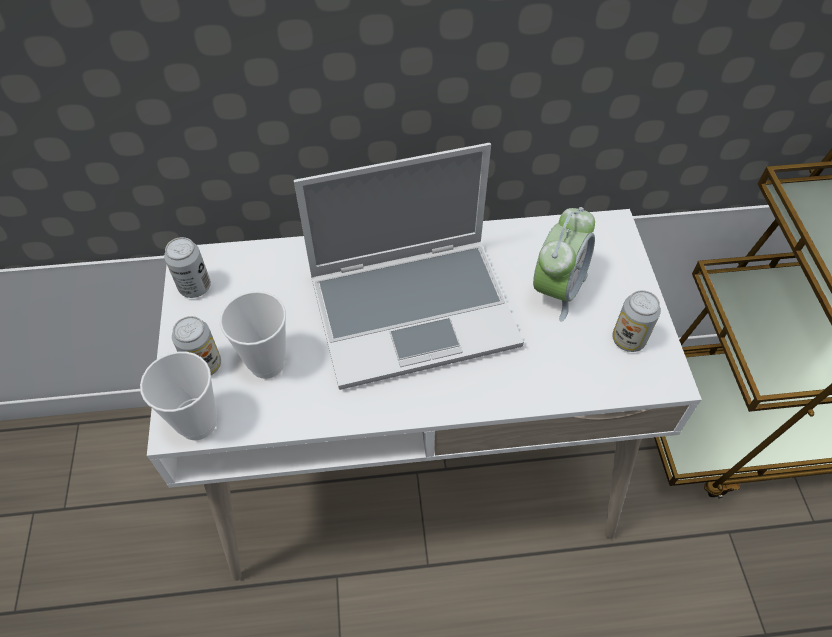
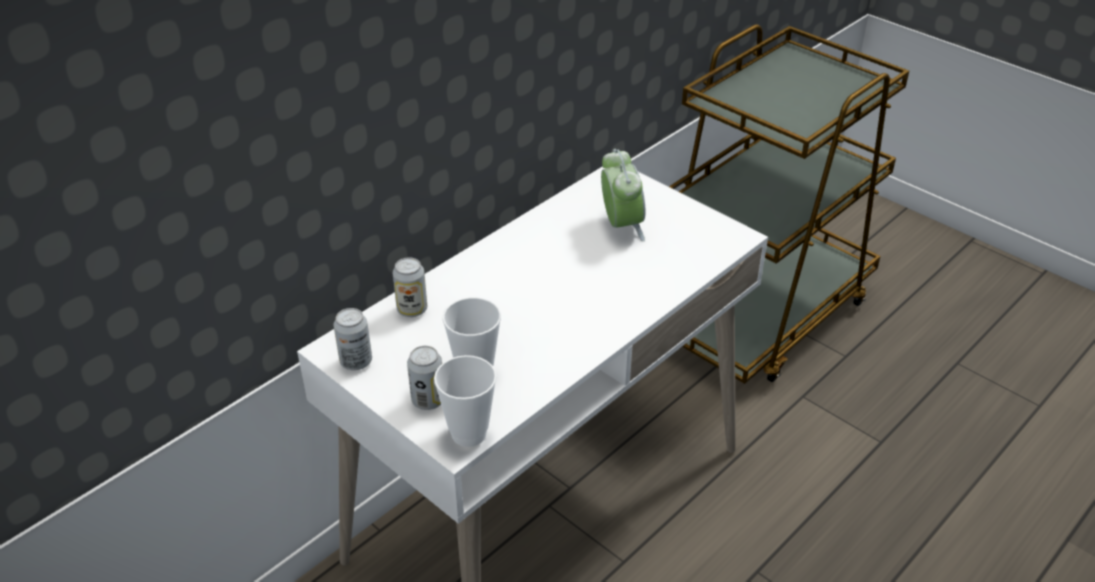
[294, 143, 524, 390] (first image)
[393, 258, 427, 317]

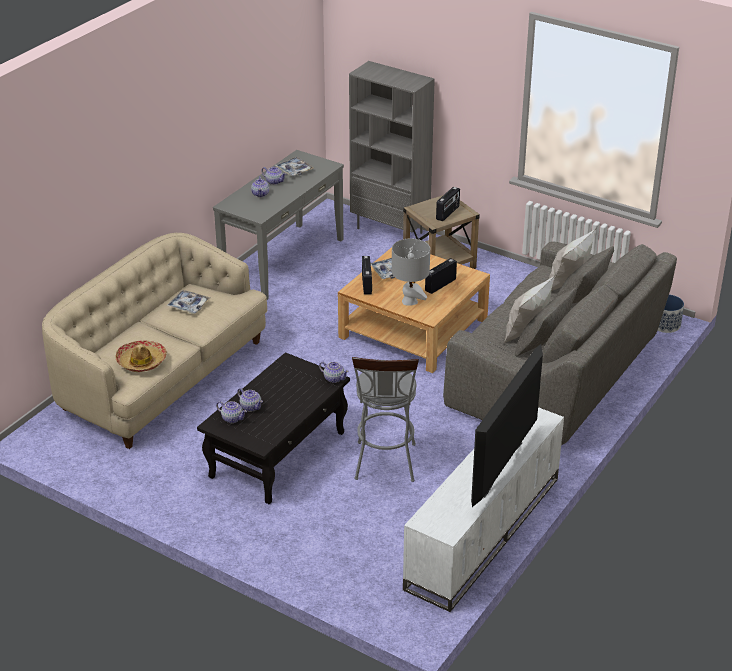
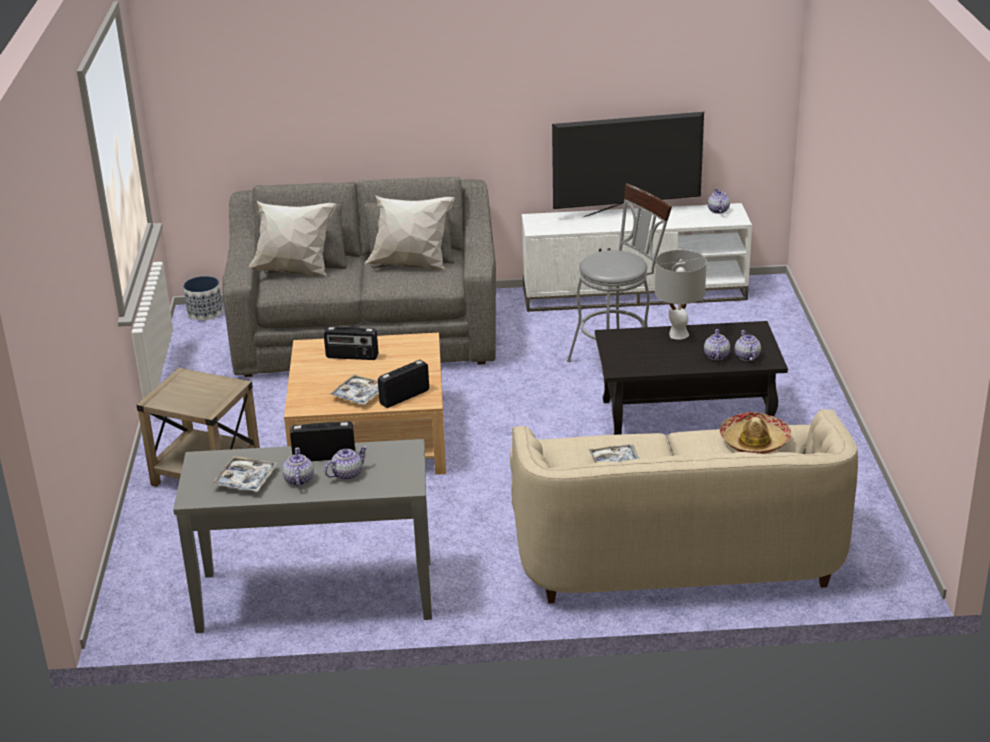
[349, 61, 435, 234] (first image)
[708, 188, 730, 214]
[655, 250, 707, 340]
[290, 421, 355, 461]

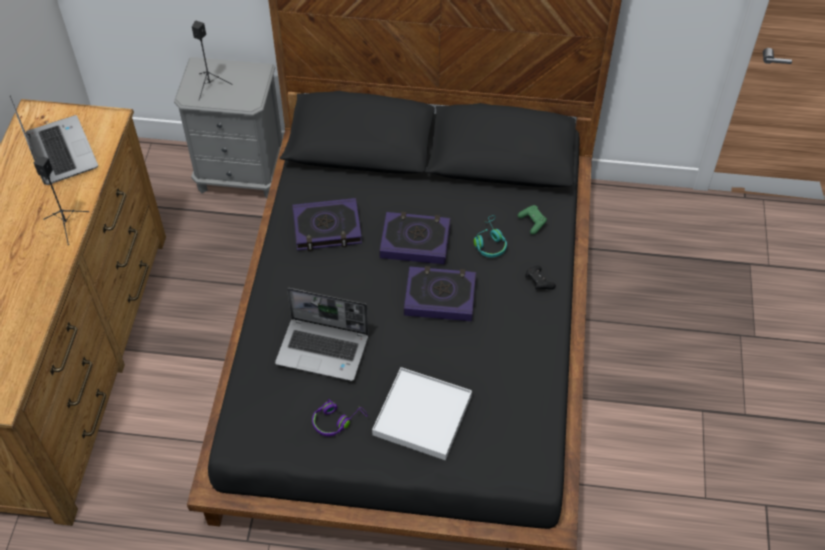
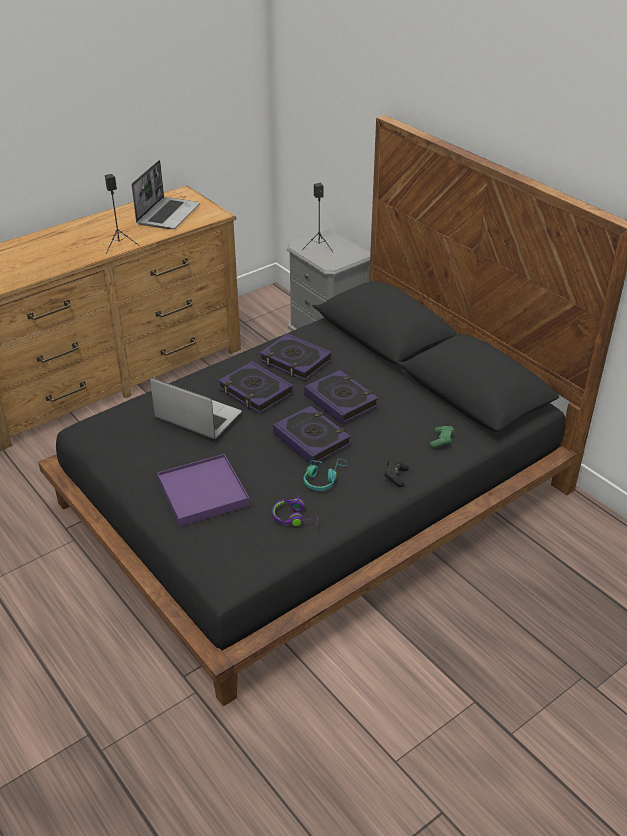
[218, 361, 293, 414]
[272, 494, 318, 527]
[303, 459, 347, 491]
[157, 454, 250, 527]
[150, 378, 242, 439]

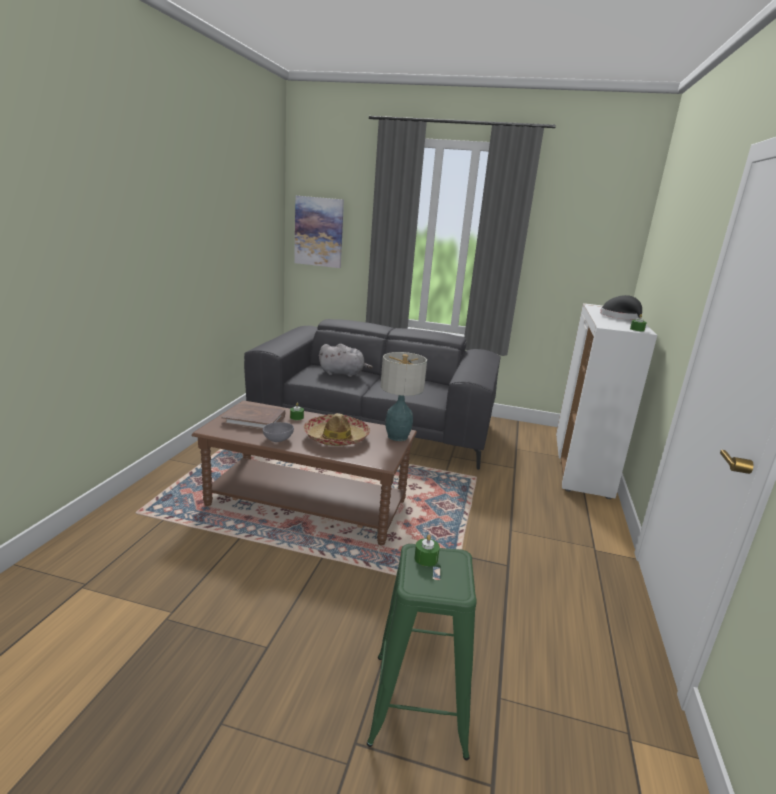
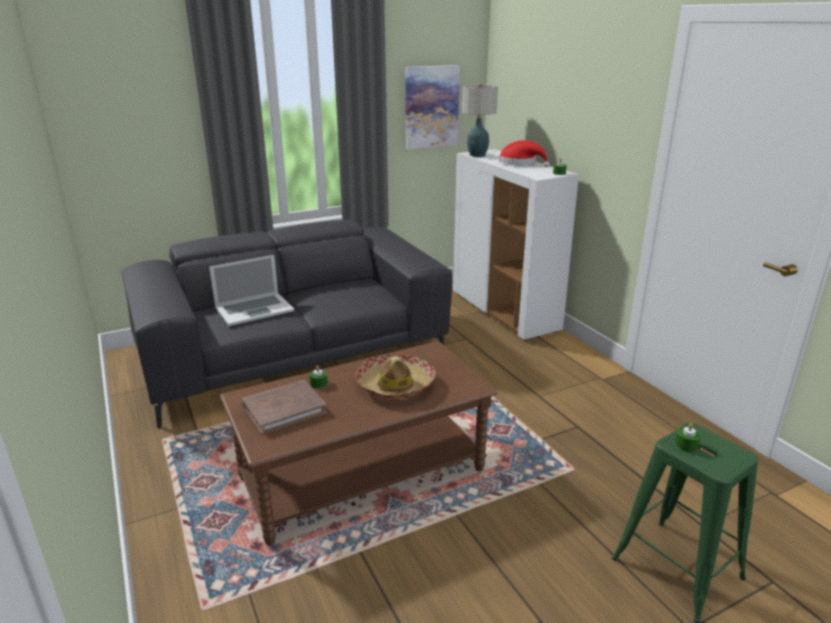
[263, 422, 294, 442] (first image)
[405, 65, 460, 149]
[462, 83, 498, 157]
[209, 255, 294, 326]
[499, 140, 550, 167]

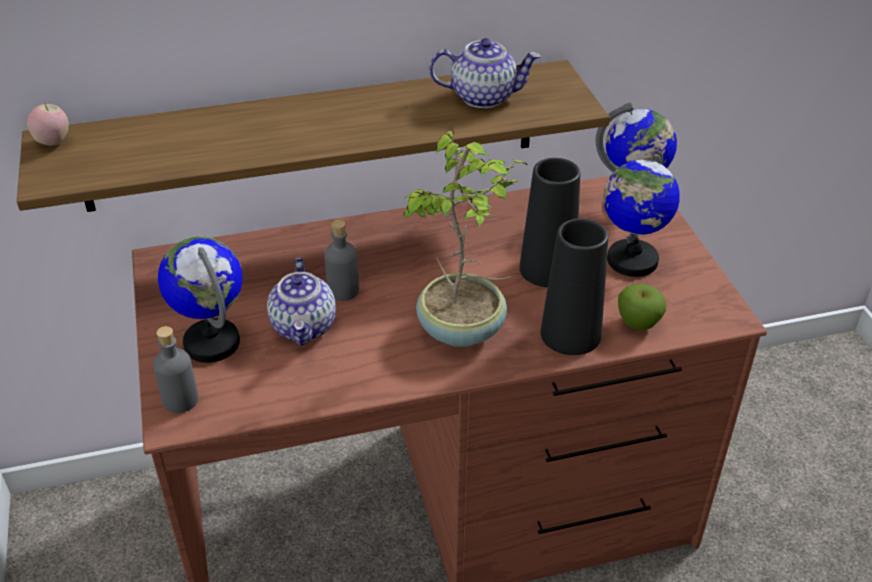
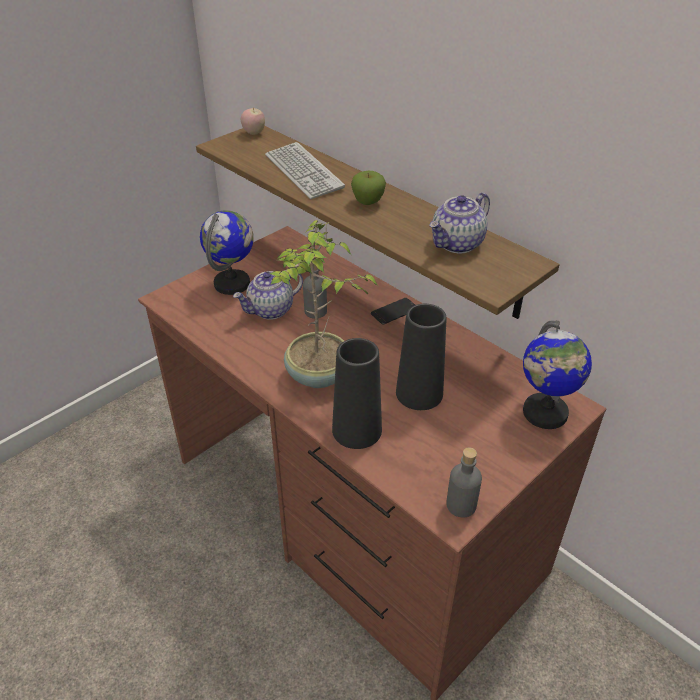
[603, 149, 680, 277] (first image)
[265, 142, 345, 199]
[371, 298, 415, 325]
[446, 447, 482, 518]
[351, 171, 386, 205]
[429, 193, 490, 253]

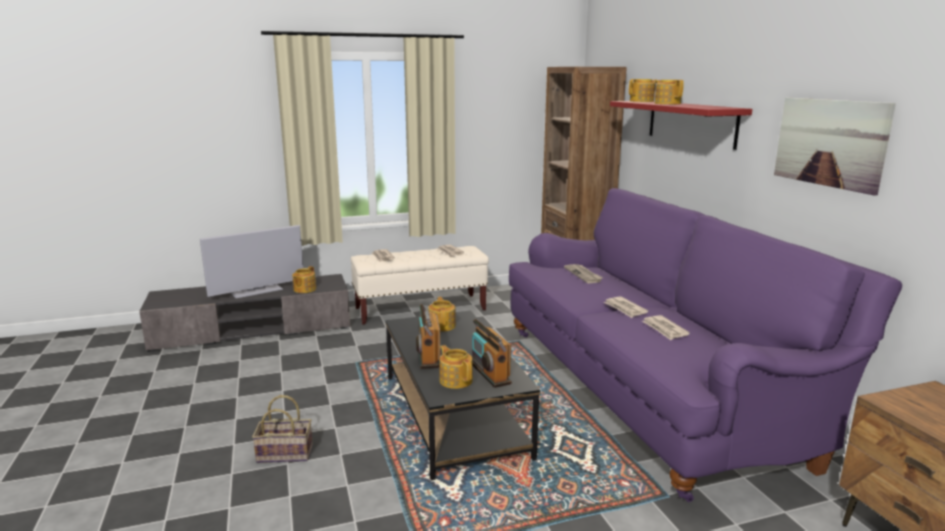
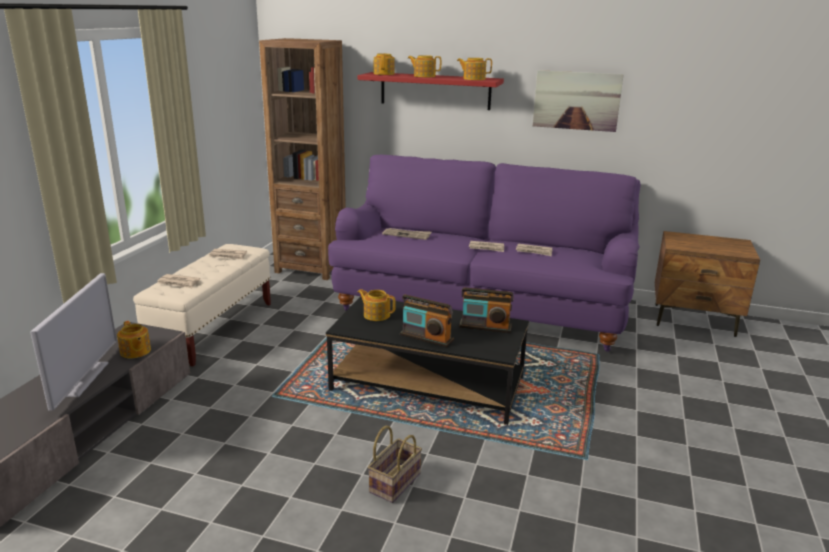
[457, 58, 492, 80]

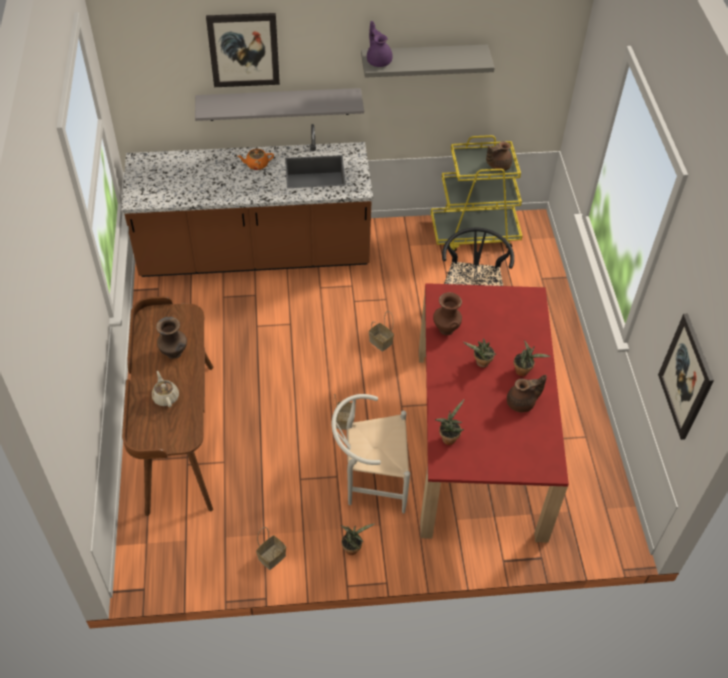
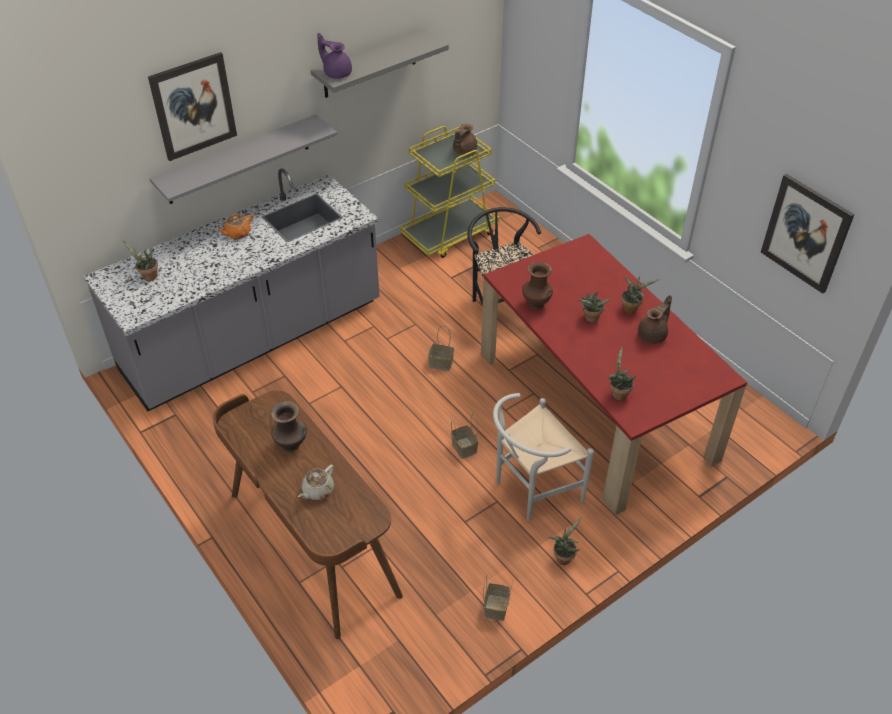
[122, 239, 158, 281]
[83, 169, 380, 411]
[298, 465, 334, 500]

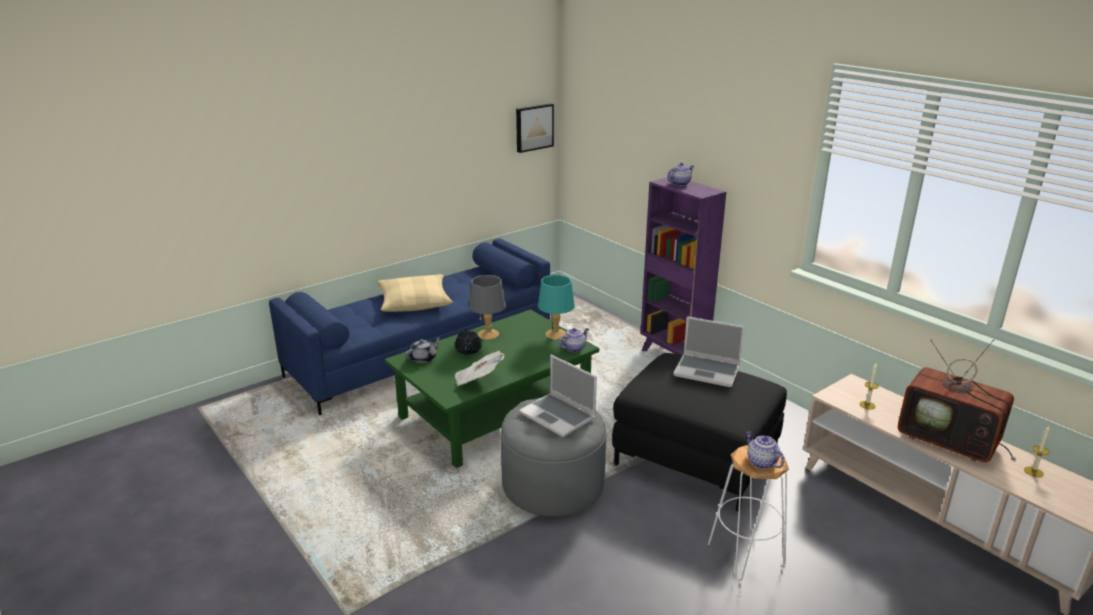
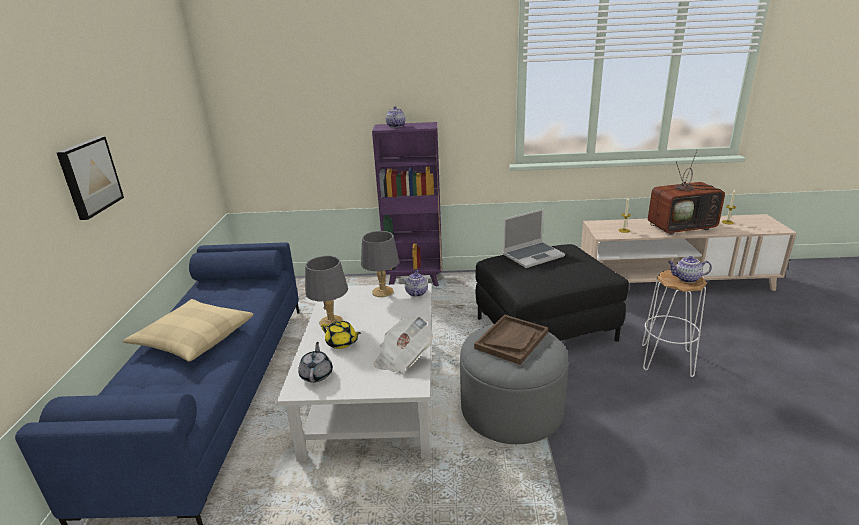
[56, 136, 124, 220]
[474, 315, 548, 365]
[277, 283, 431, 462]
[321, 321, 361, 349]
[361, 231, 399, 297]

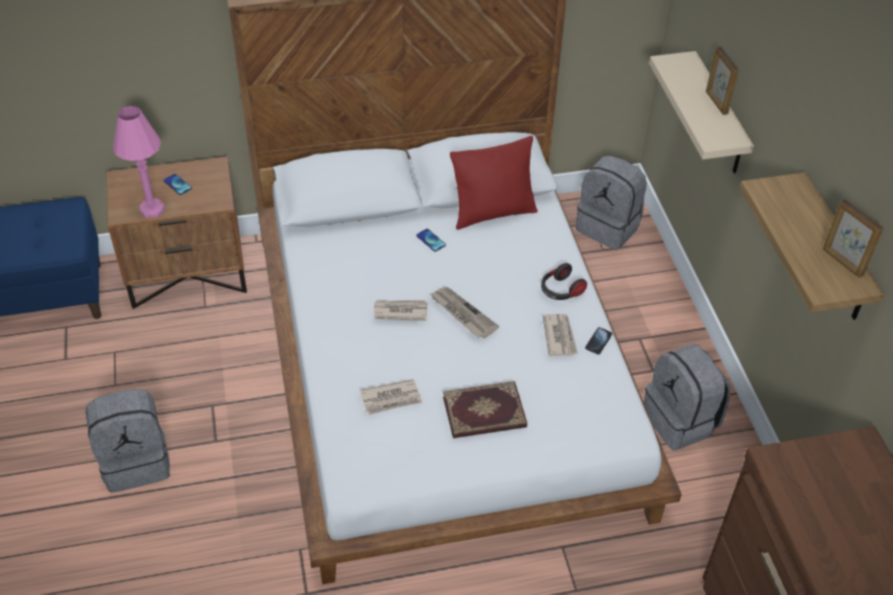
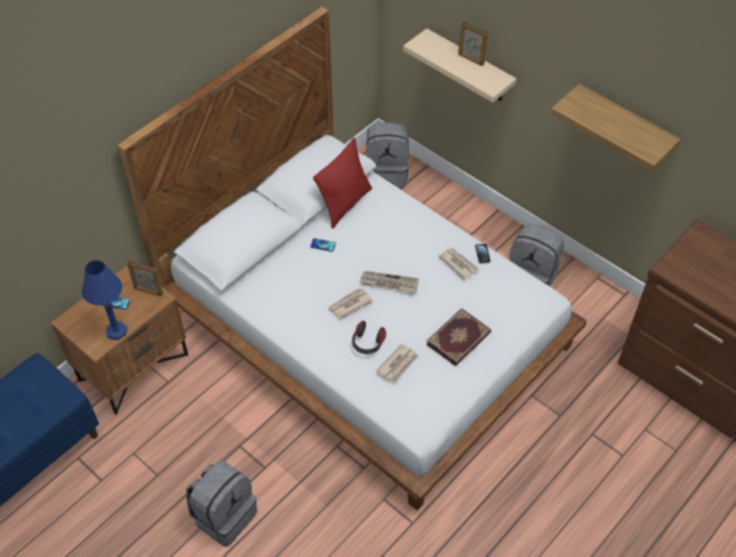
[352, 321, 386, 354]
[127, 260, 163, 297]
[82, 260, 127, 340]

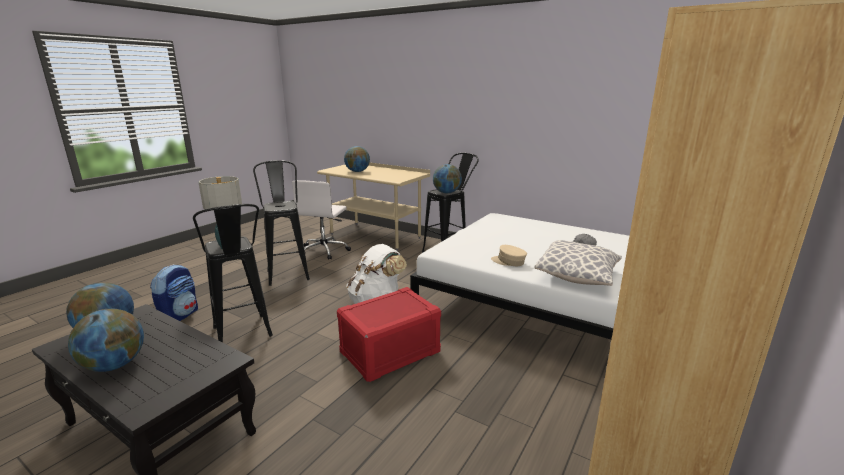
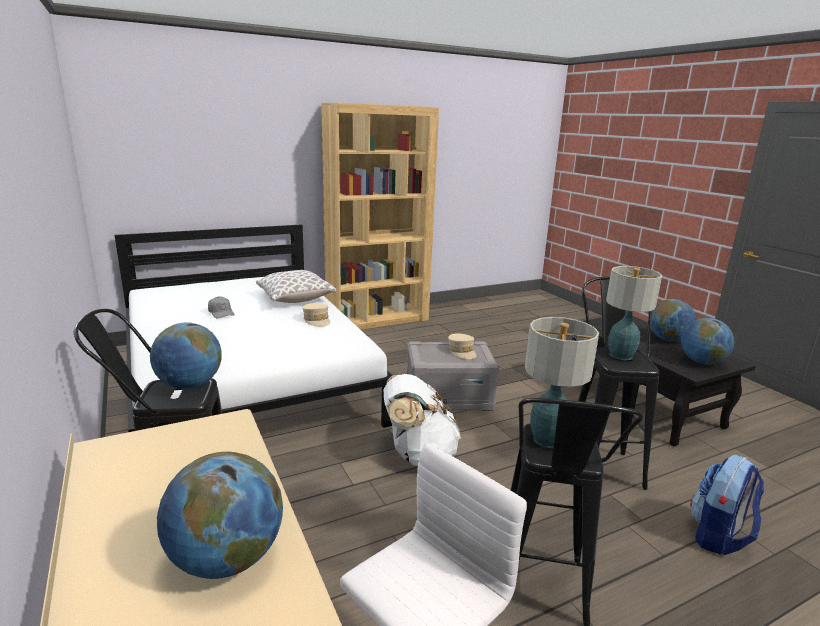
[448, 333, 477, 359]
[525, 317, 599, 449]
[407, 342, 499, 411]

